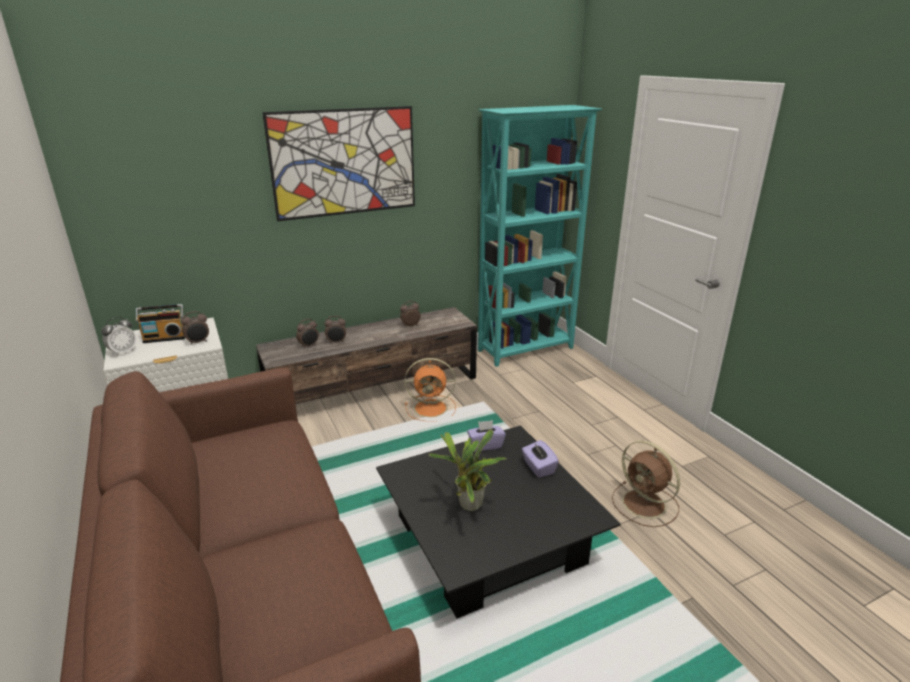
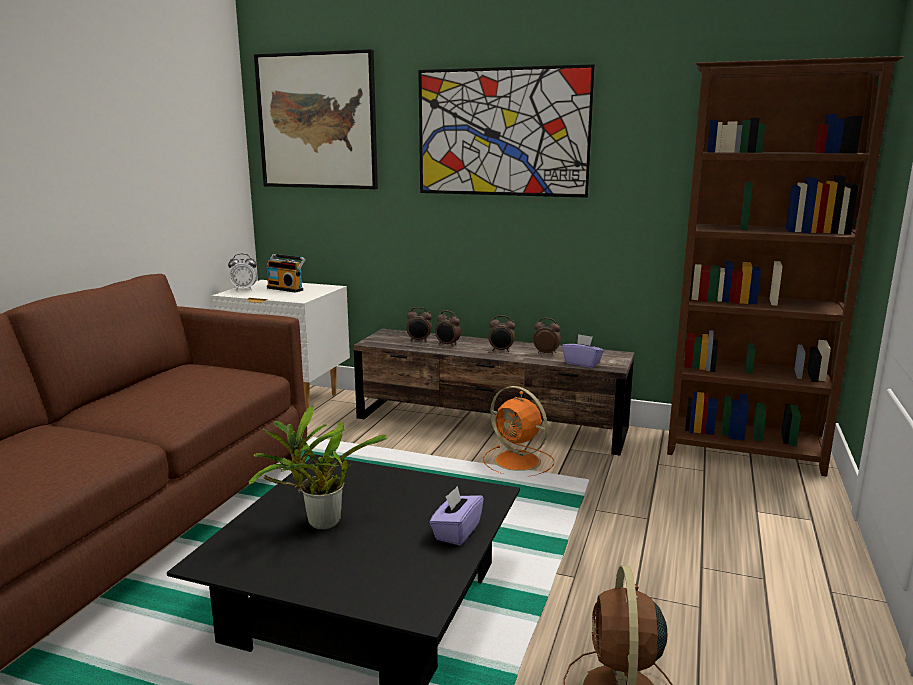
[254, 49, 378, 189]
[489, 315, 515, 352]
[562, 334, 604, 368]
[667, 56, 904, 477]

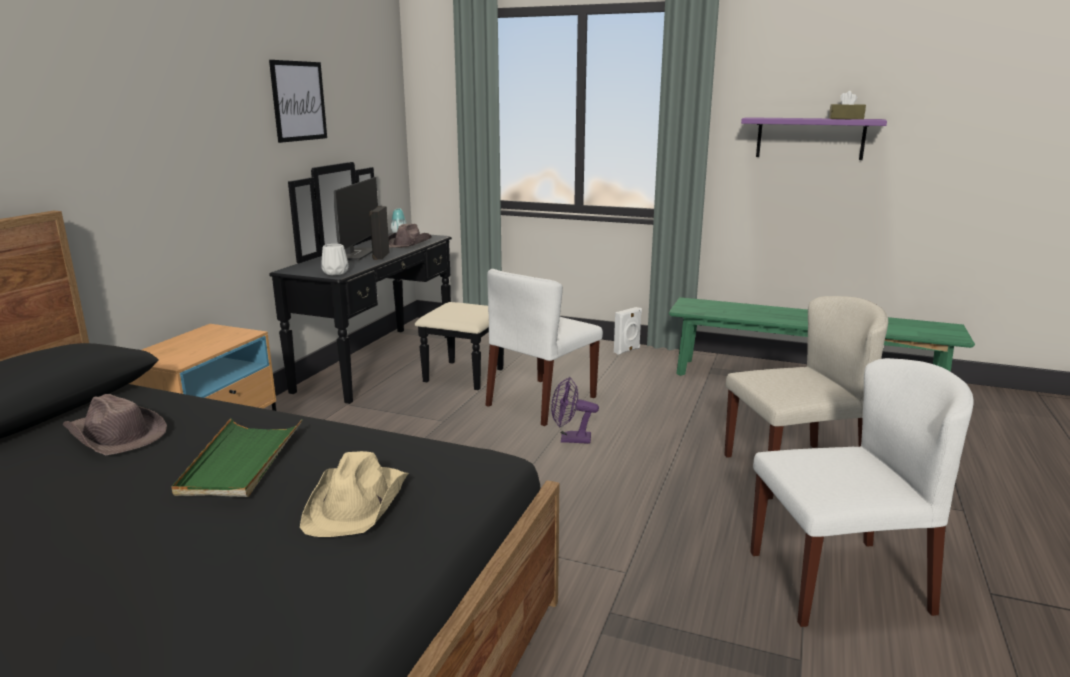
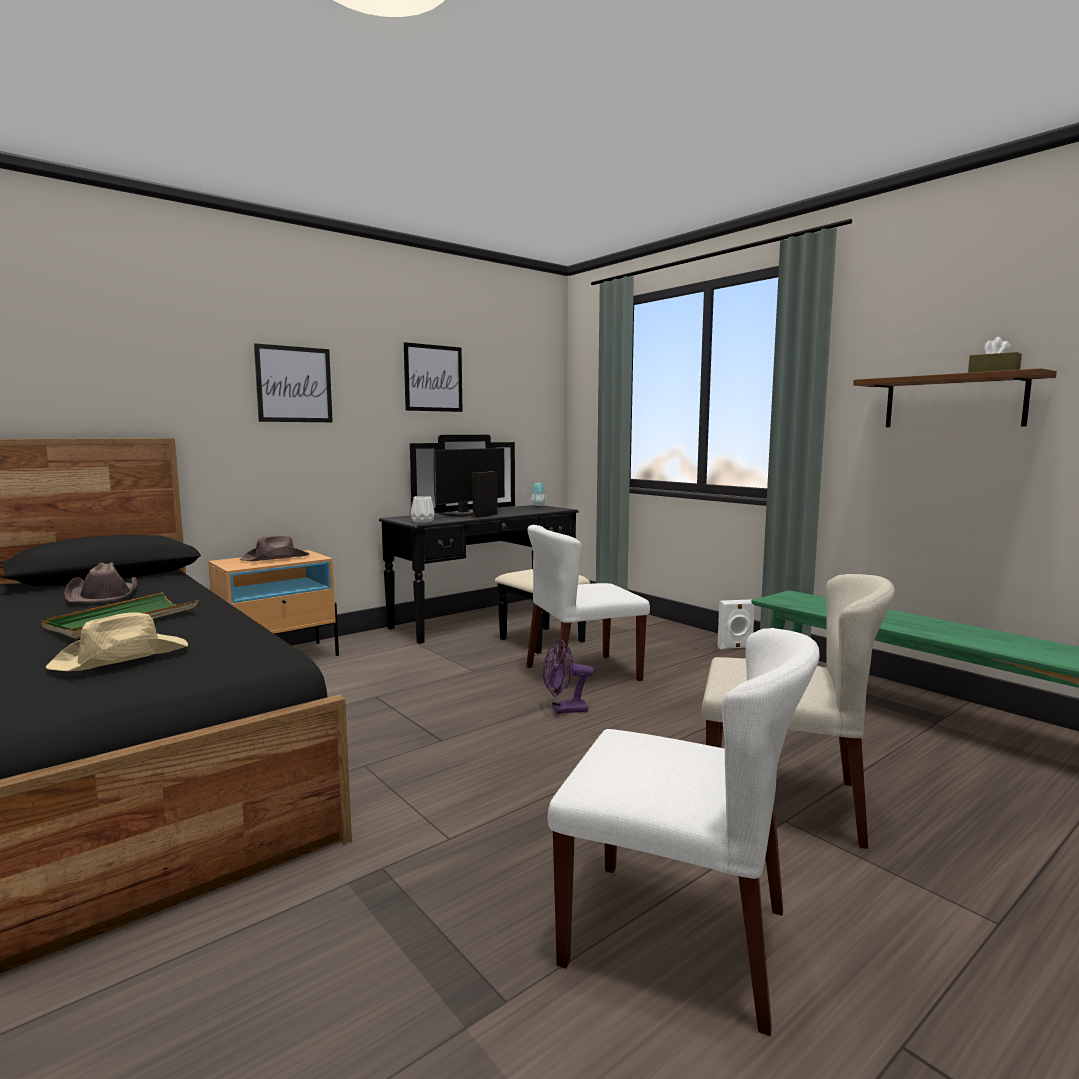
[254, 343, 333, 422]
[240, 535, 309, 561]
[853, 368, 1057, 427]
[543, 639, 594, 714]

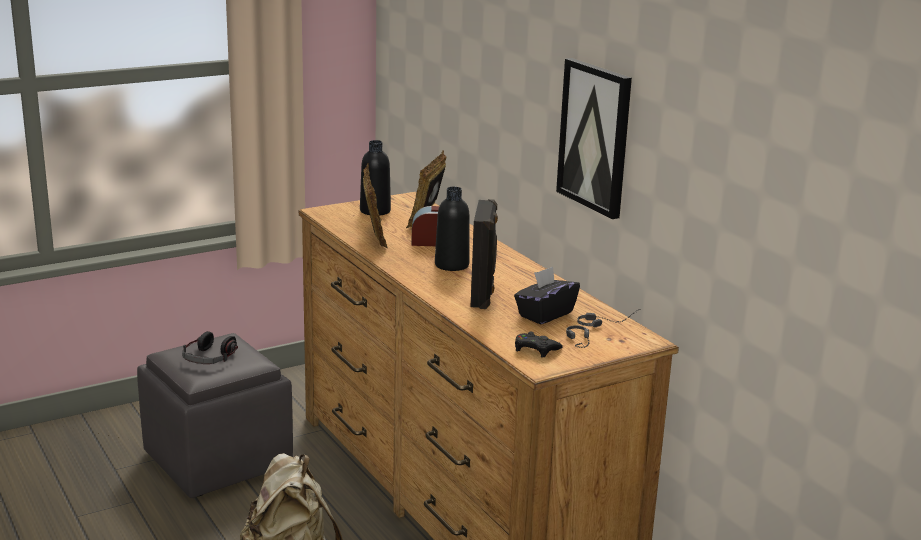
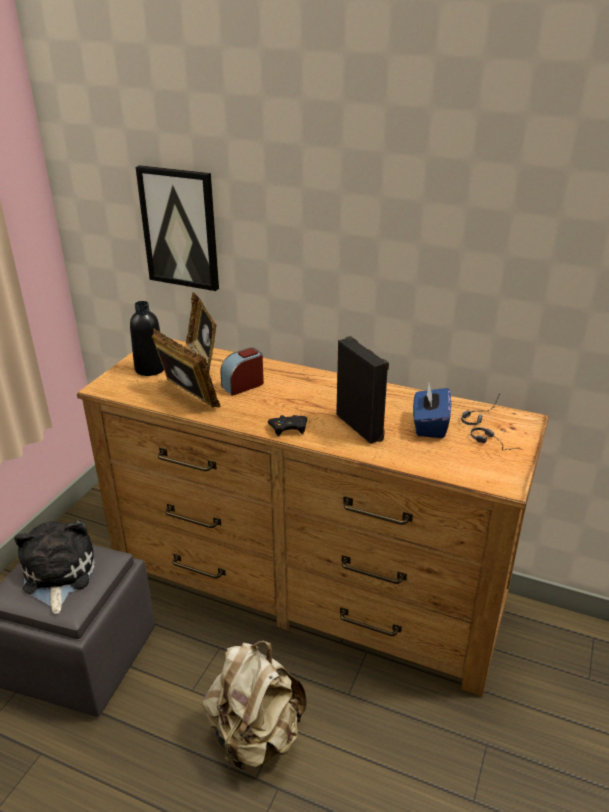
[435, 187, 470, 271] (first image)
[268, 415, 307, 437]
[136, 165, 219, 291]
[14, 520, 95, 614]
[413, 384, 451, 438]

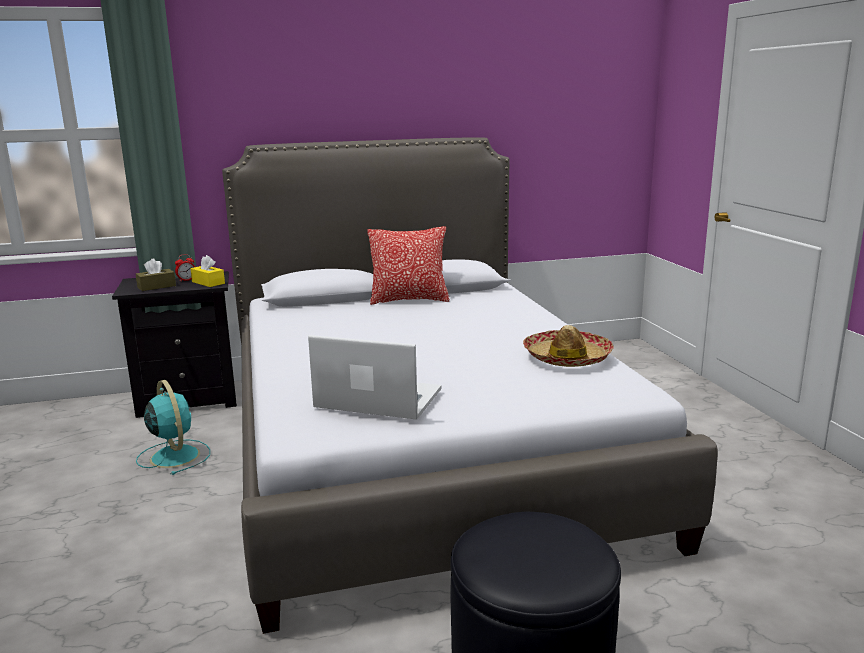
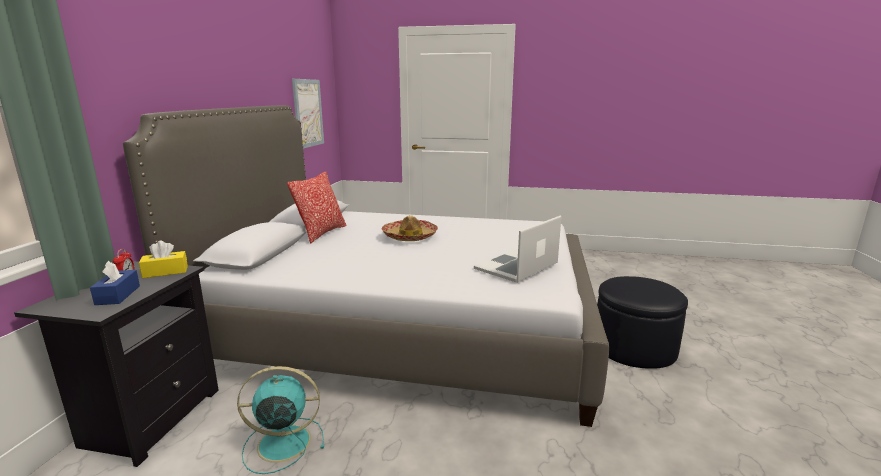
[292, 79, 324, 149]
[382, 215, 438, 241]
[90, 261, 140, 305]

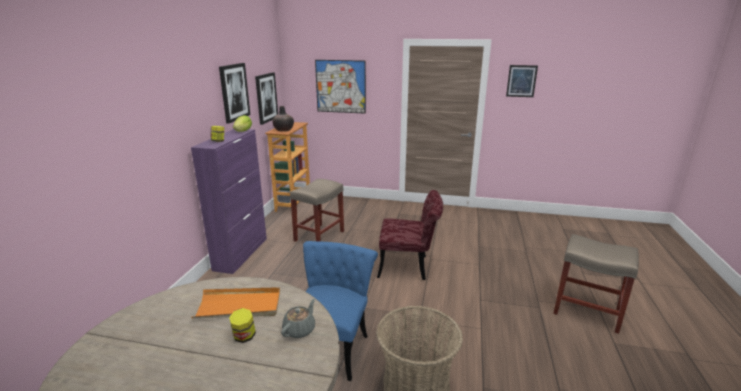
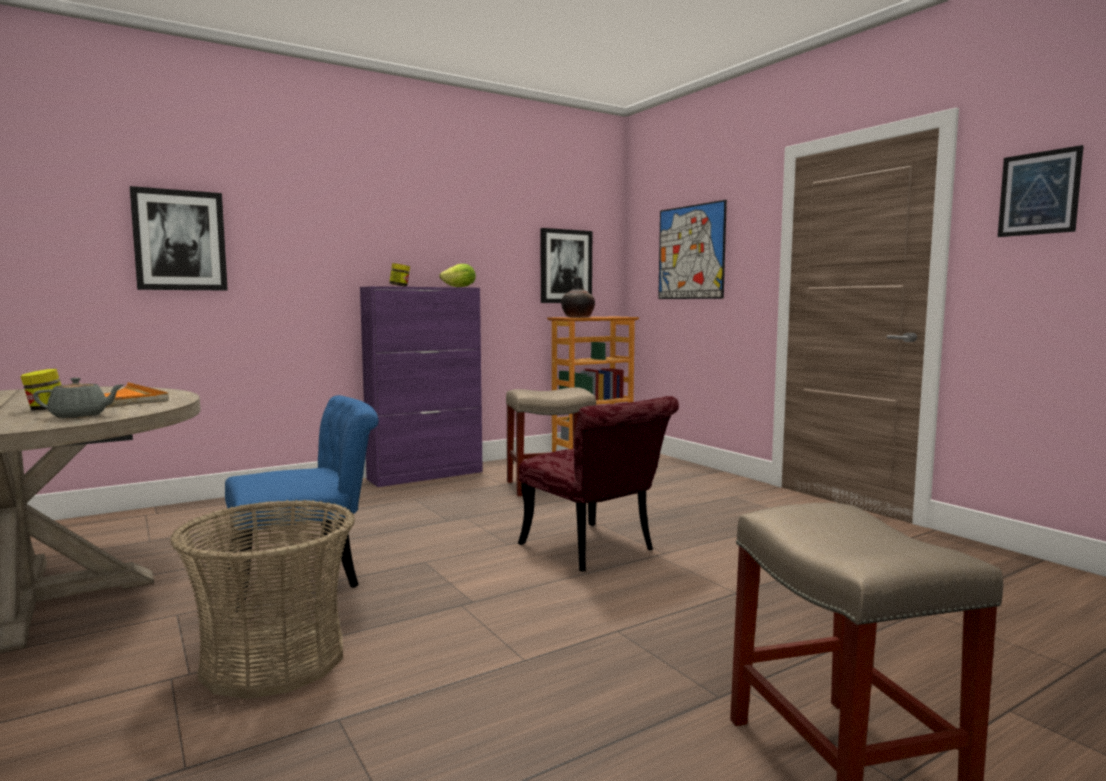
[130, 186, 228, 290]

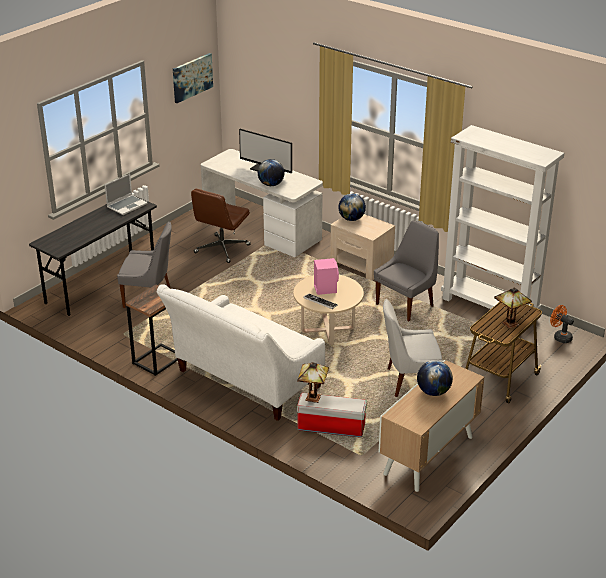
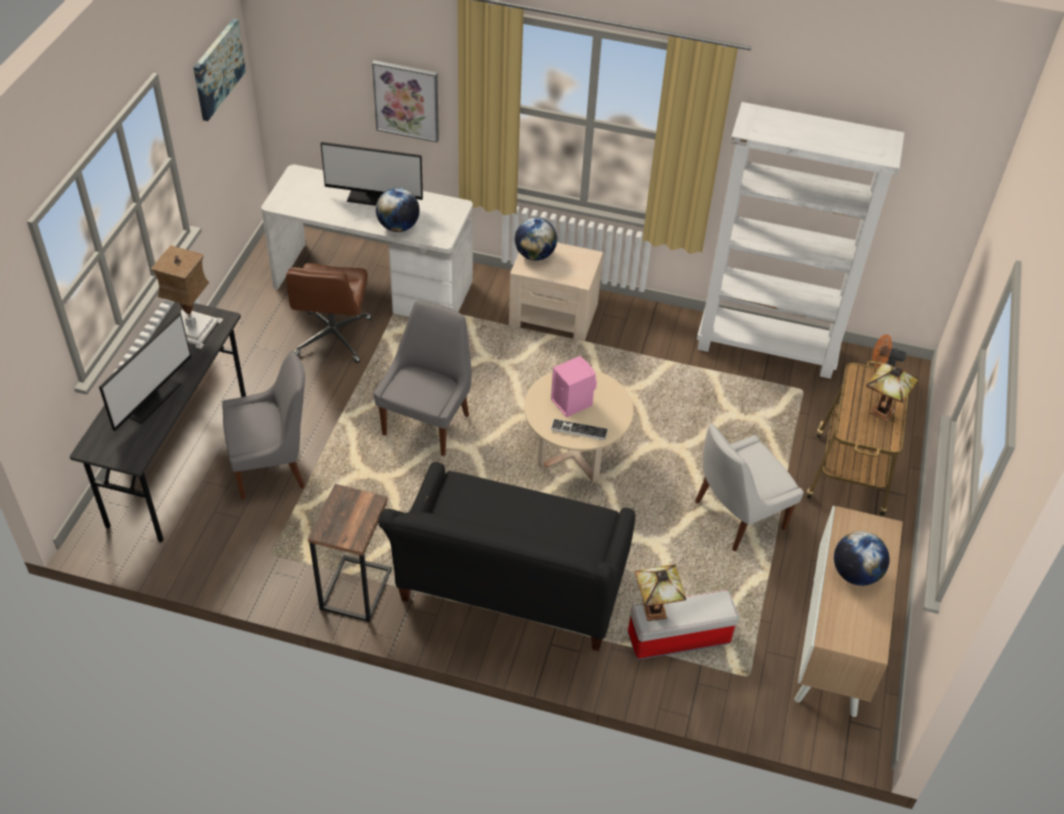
[99, 313, 191, 431]
[372, 60, 439, 143]
[373, 301, 472, 456]
[151, 245, 223, 349]
[378, 462, 635, 651]

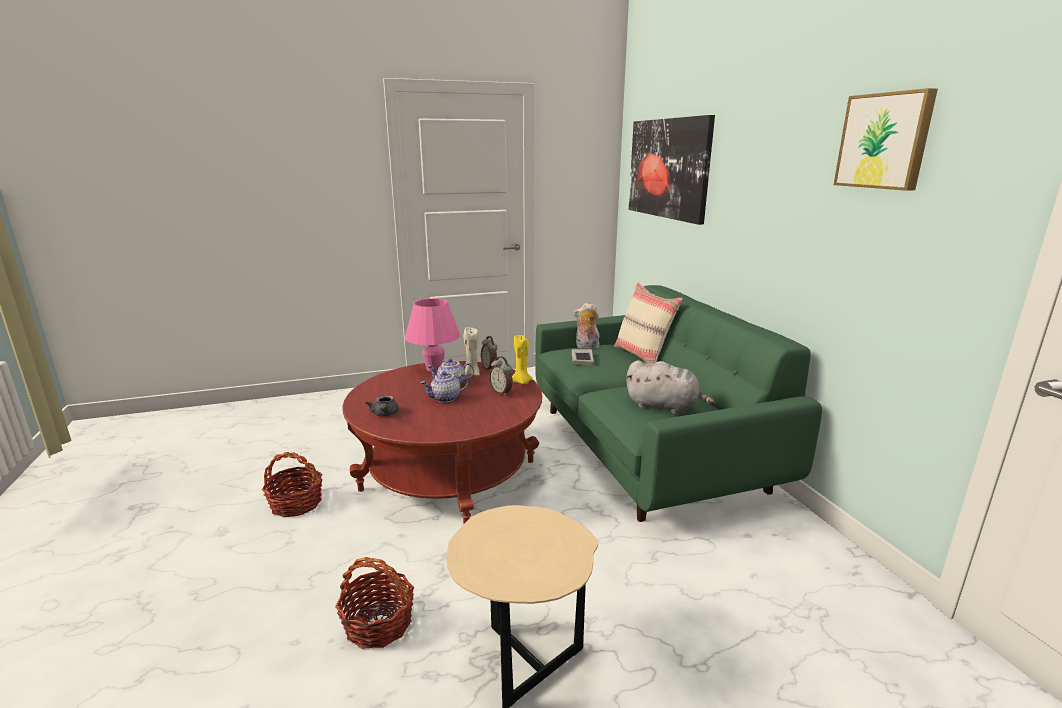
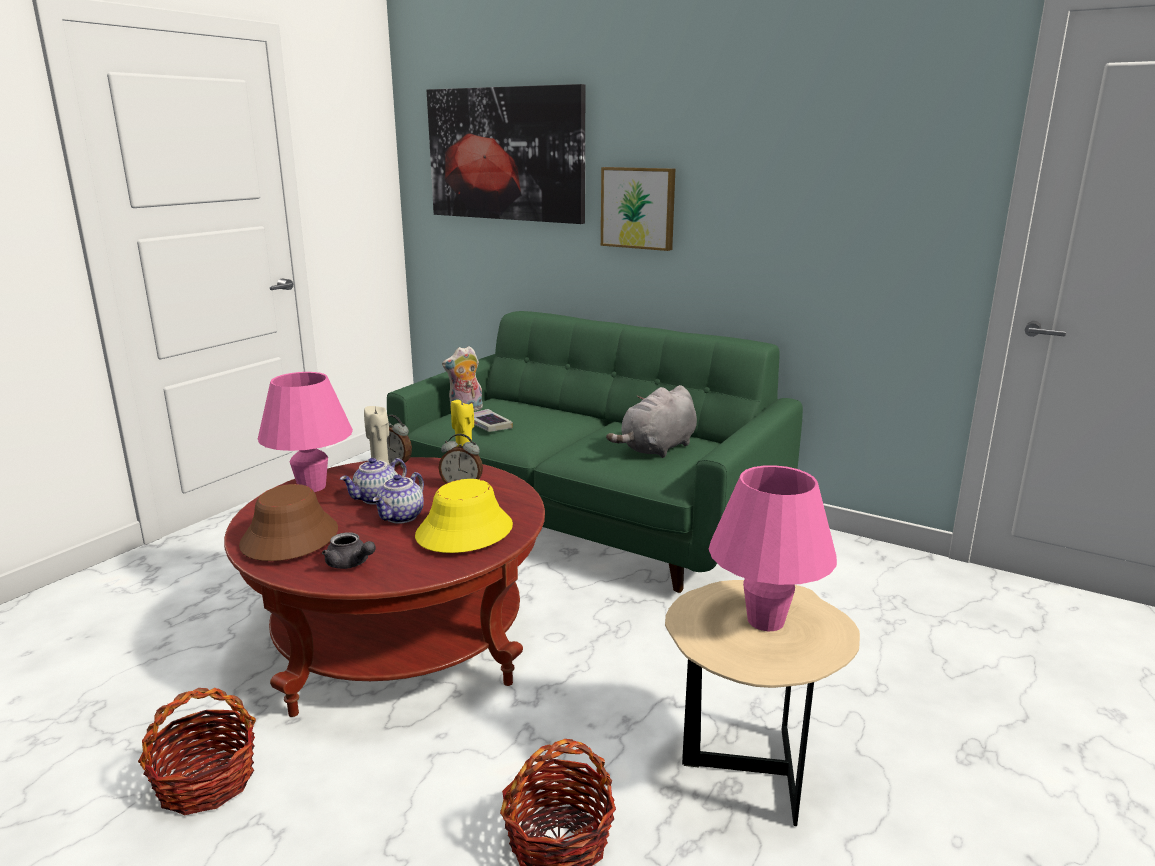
[614, 282, 683, 365] (first image)
[239, 484, 338, 561]
[415, 479, 513, 553]
[709, 465, 837, 631]
[601, 167, 675, 251]
[606, 385, 697, 458]

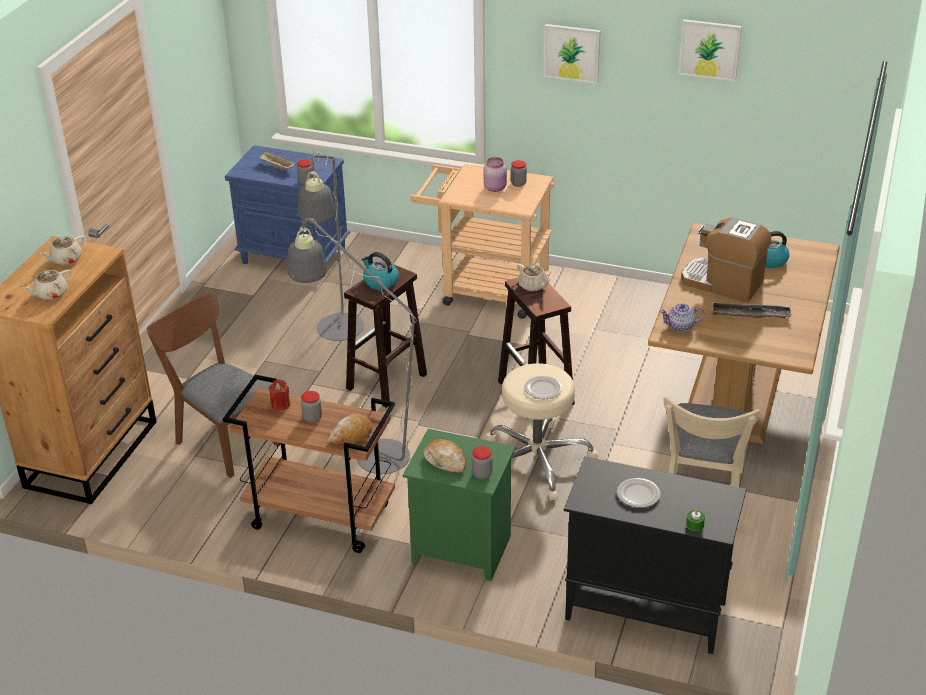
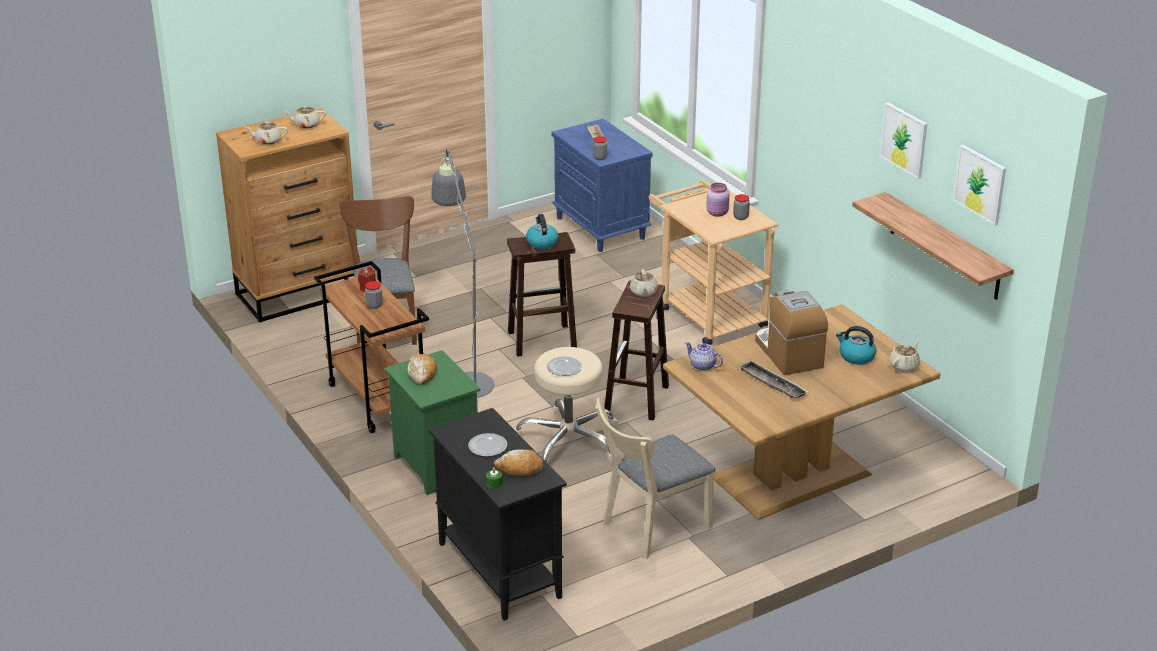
[298, 152, 364, 341] (first image)
[472, 446, 492, 479] (first image)
[852, 192, 1014, 300]
[889, 340, 920, 372]
[494, 449, 543, 476]
[953, 145, 1006, 225]

